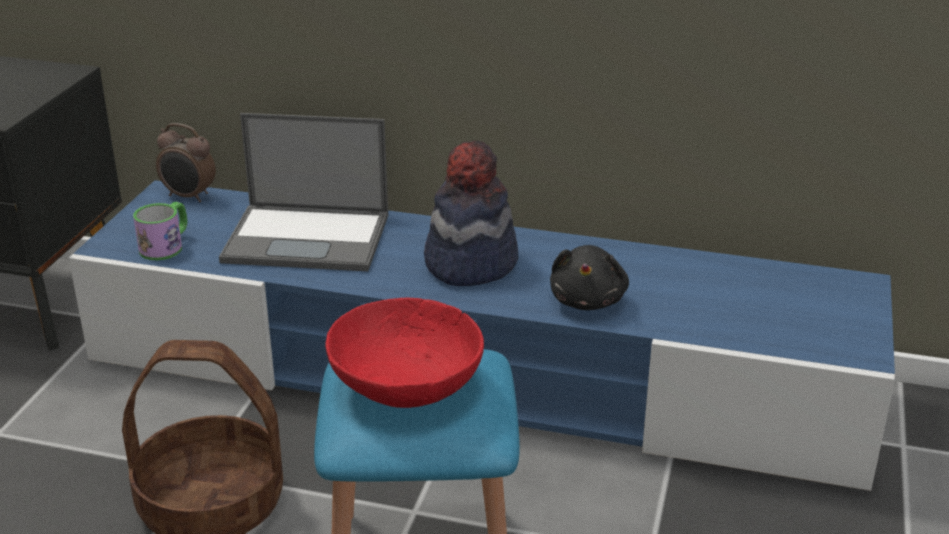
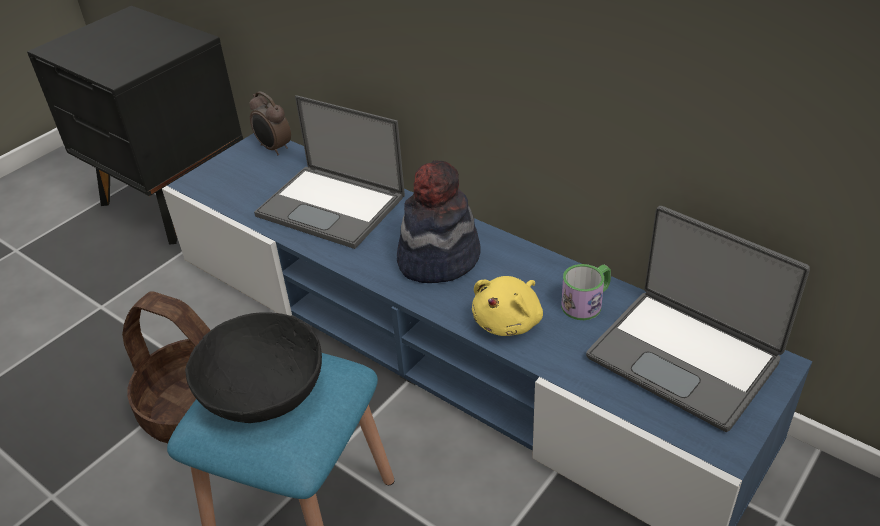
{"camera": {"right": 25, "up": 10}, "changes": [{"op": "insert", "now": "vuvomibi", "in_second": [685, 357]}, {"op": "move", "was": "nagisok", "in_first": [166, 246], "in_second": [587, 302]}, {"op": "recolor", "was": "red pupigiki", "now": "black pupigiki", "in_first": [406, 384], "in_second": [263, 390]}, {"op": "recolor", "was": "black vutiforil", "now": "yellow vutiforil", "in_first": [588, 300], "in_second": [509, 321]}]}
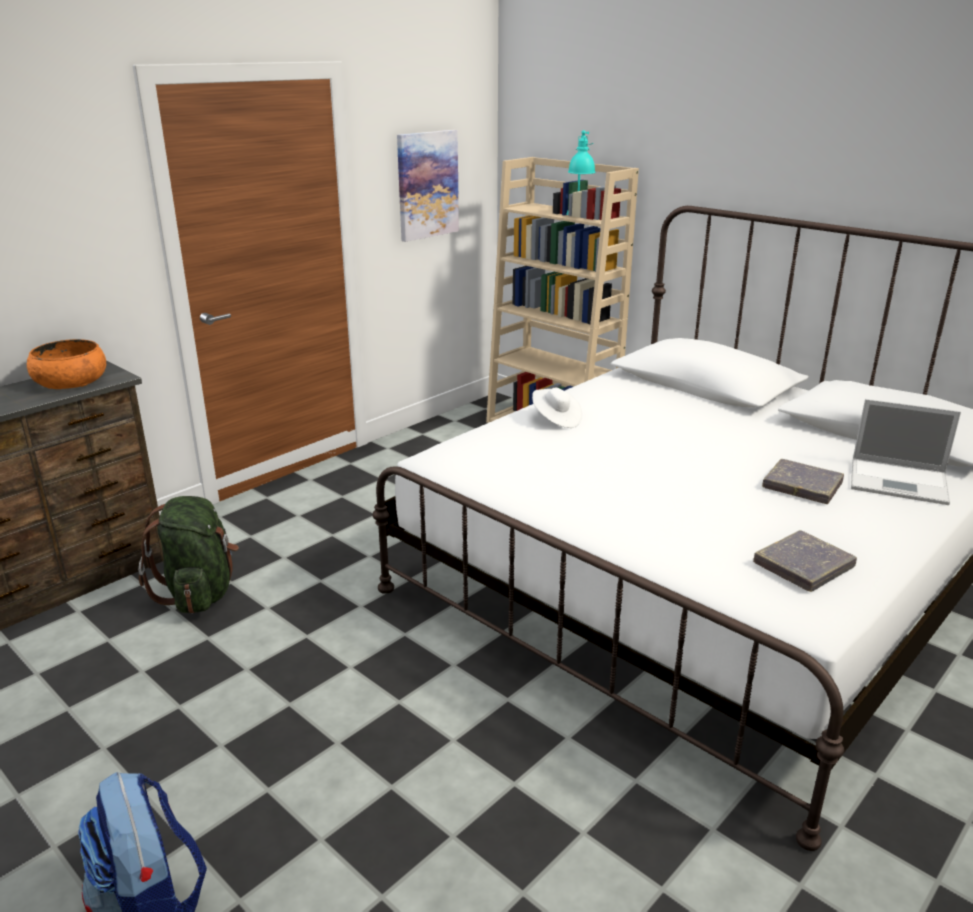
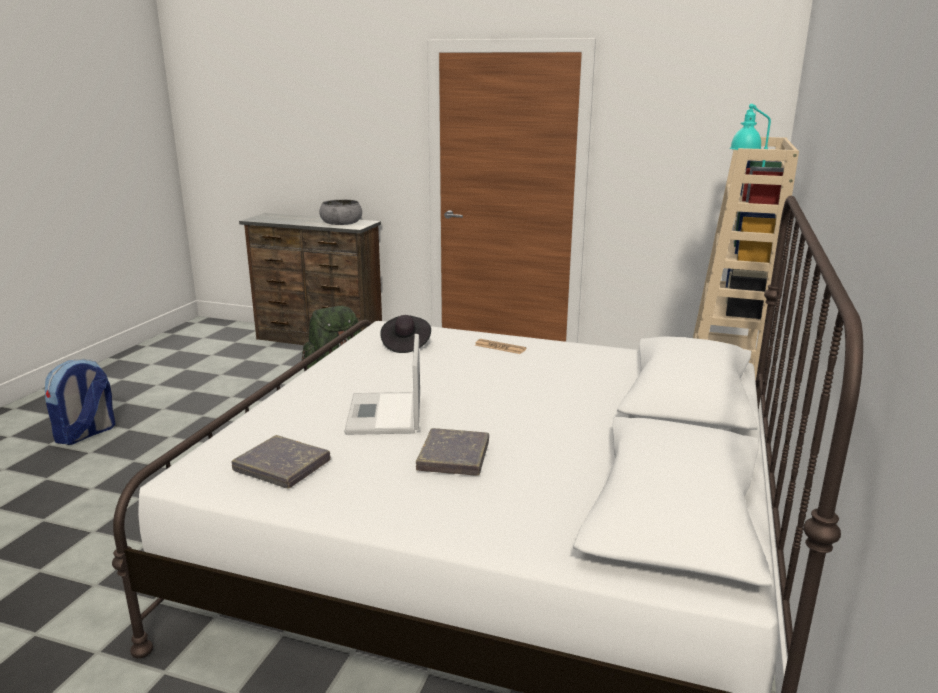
{"camera": {"right": 65, "up": -5}, "changes": [{"op": "delete", "was": "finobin", "in_first": [427, 185]}, {"op": "insert", "now": "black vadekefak", "in_second": [405, 345]}, {"op": "move", "was": "vuvomibi", "in_first": [900, 482], "in_second": [385, 415]}, {"op": "replace", "was": "white vadekefak", "now": "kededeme", "in_first": [556, 420], "in_second": [500, 347]}, {"op": "recolor", "was": "orange pupigiki", "now": "grey pupigiki", "in_first": [71, 381], "in_second": [341, 223]}]}
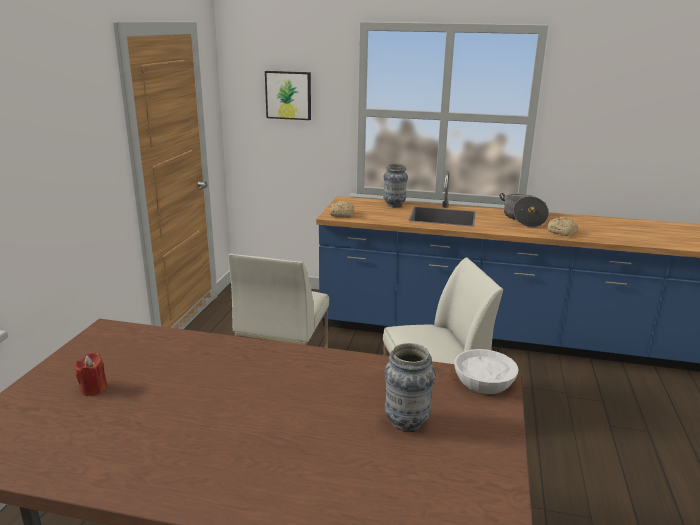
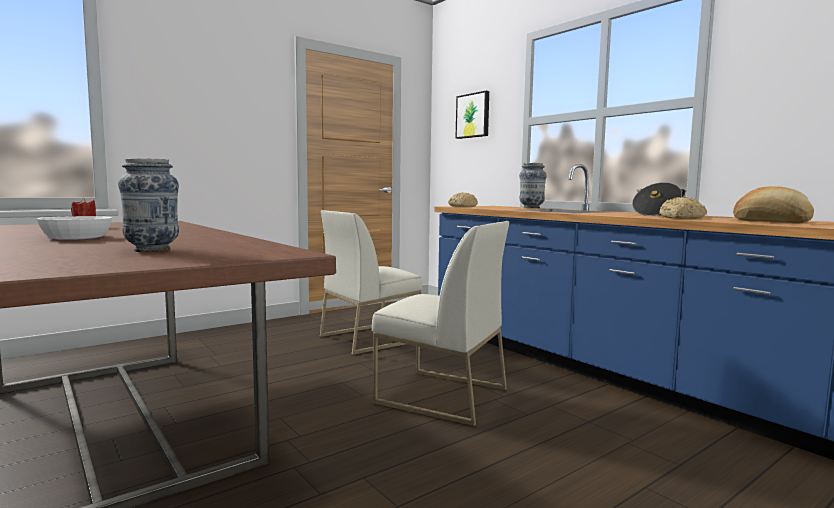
{"camera": {"right": 40, "up": -15}, "changes": [{"op": "insert", "now": "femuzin", "in_second": [771, 222]}, {"op": "move", "was": "white pupigiki", "in_first": [483, 382], "in_second": [76, 237]}]}
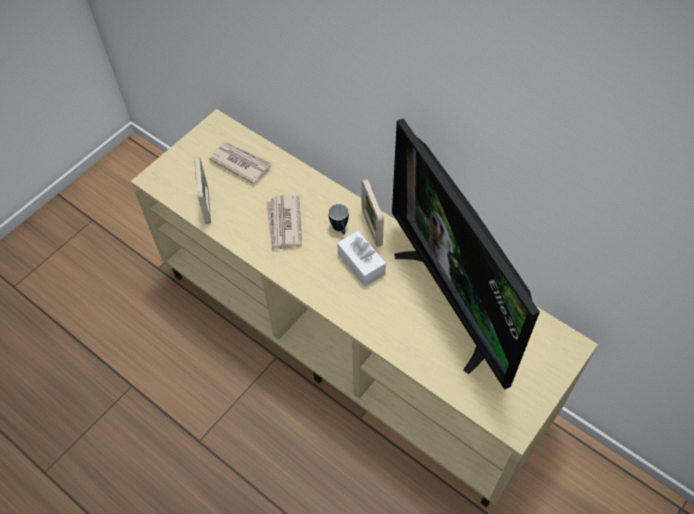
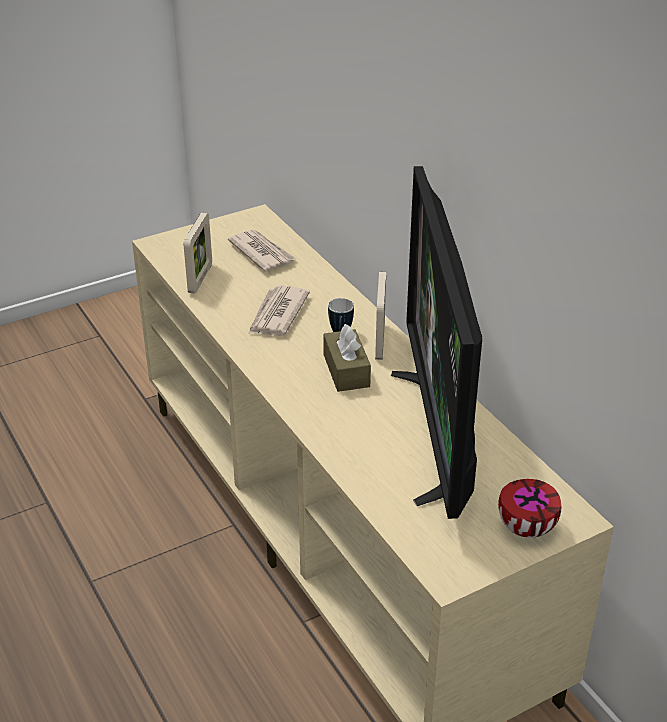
{"camera": {"right": 20, "up": -20}, "changes": [{"op": "insert", "now": "pupigiki", "in_second": [524, 526]}, {"op": "recolor", "was": "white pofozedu", "now": "brown pofozedu", "in_first": [361, 264], "in_second": [346, 371]}]}
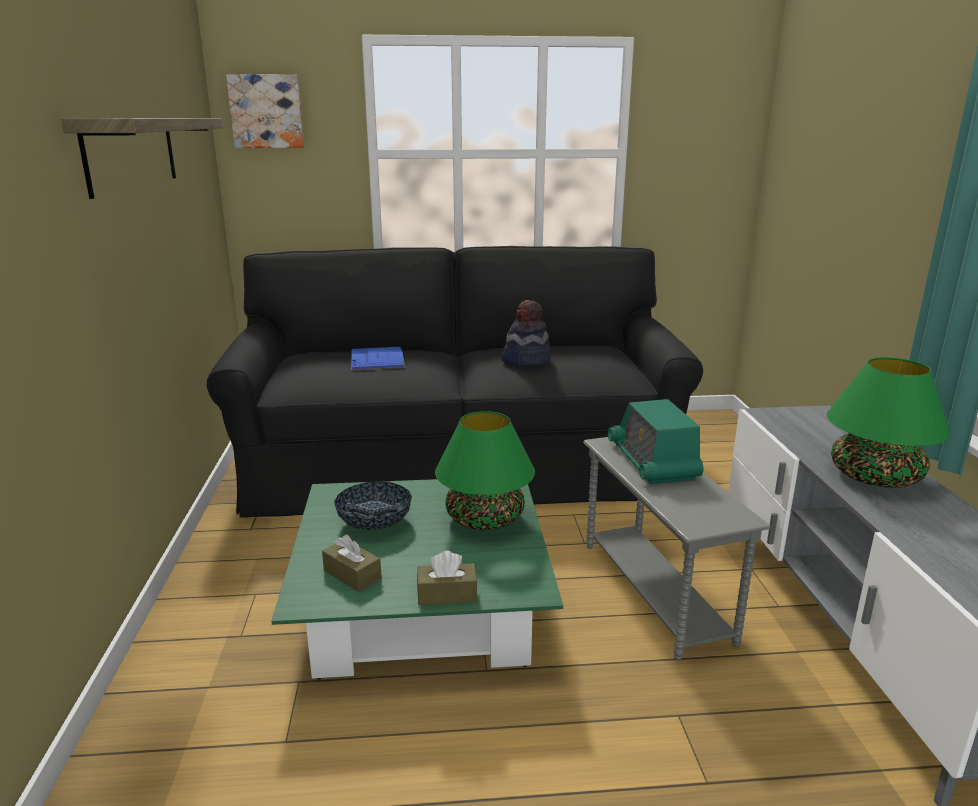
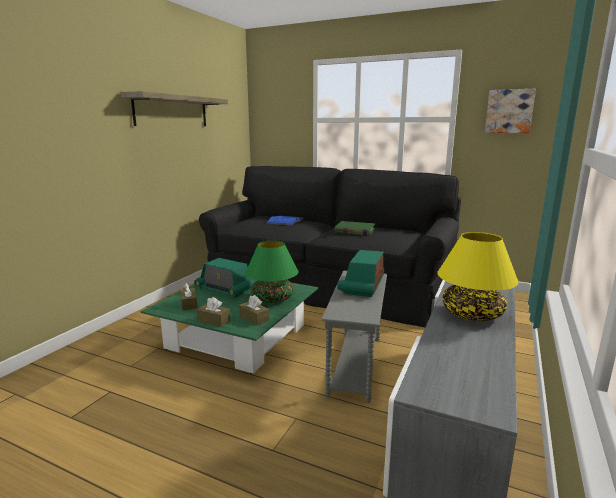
{"camera": {"right": 30, "up": -5}, "changes": [{"op": "insert", "now": "brown pofozedu", "in_second": [254, 318]}, {"op": "move", "was": "finobin", "in_first": [266, 111], "in_second": [509, 111]}, {"op": "replace", "was": "pupigiki", "now": "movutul", "in_first": [374, 523], "in_second": [224, 289]}, {"op": "replace", "was": "vadekefak", "now": "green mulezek", "in_first": [526, 361], "in_second": [354, 230]}, {"op": "recolor", "was": "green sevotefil", "now": "yellow sevotefil", "in_first": [874, 476], "in_second": [472, 314]}]}
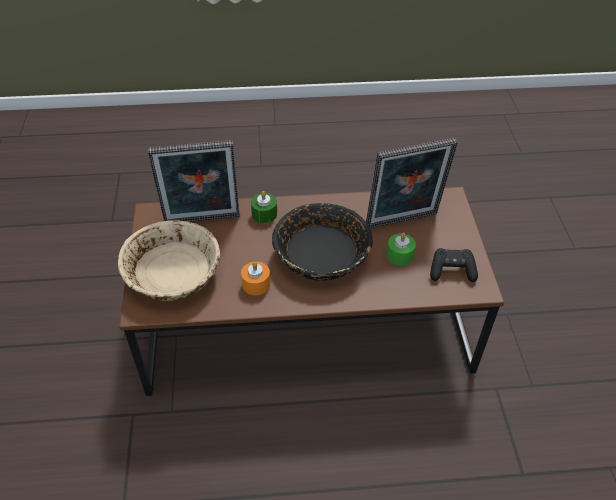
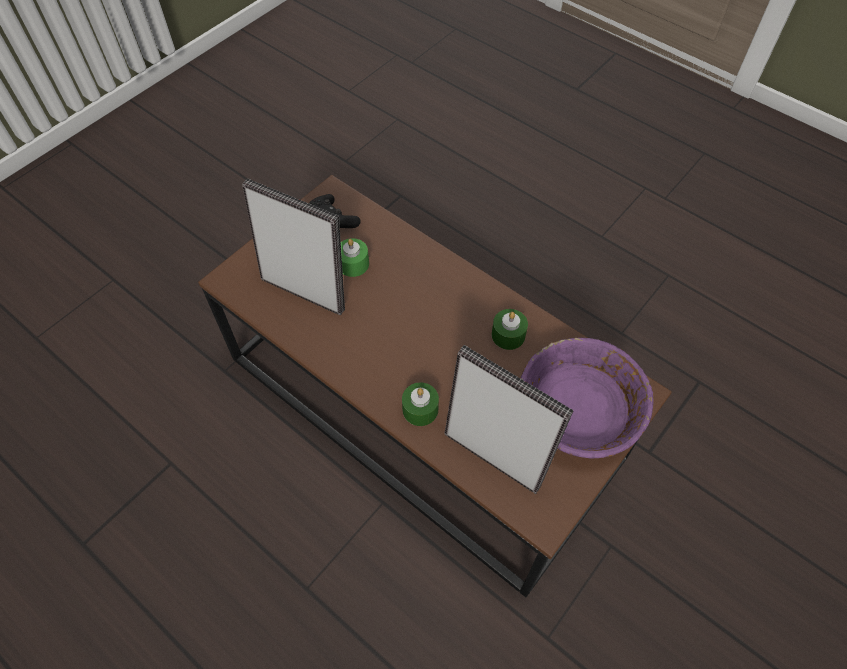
{"camera": {"right": -135, "up": 10}, "changes": [{"op": "delete", "was": "black pupigiki", "in_first": [321, 255]}, {"op": "recolor", "was": "beige pupigiki", "now": "purple pupigiki", "in_first": [173, 274], "in_second": [578, 409]}, {"op": "recolor", "was": "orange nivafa", "now": "green nivafa", "in_first": [256, 284], "in_second": [508, 335]}]}
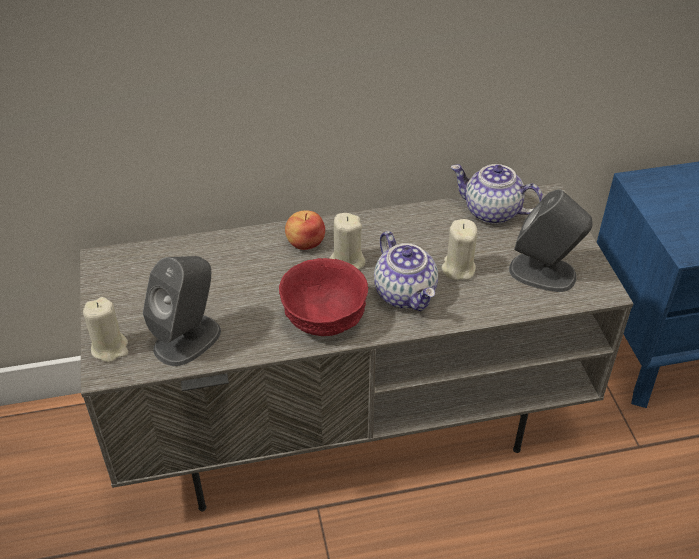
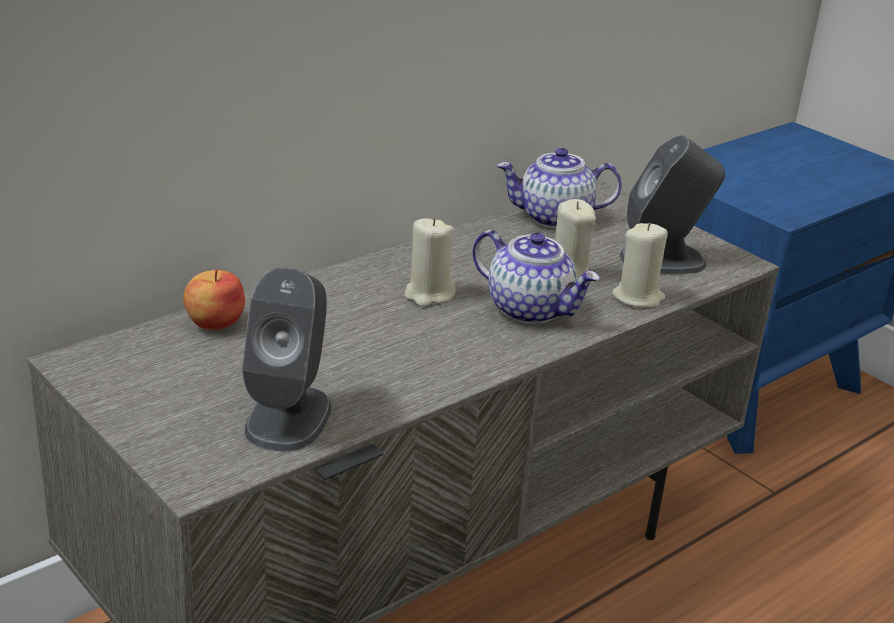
{"camera": {"right": -30, "up": -15}, "changes": [{"op": "delete", "was": "red pupigiki", "in_first": [325, 317]}, {"op": "move", "was": "beige nivafa", "in_first": [110, 348], "in_second": [638, 297]}, {"op": "move", "was": "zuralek", "in_first": [305, 242], "in_second": [214, 322]}]}
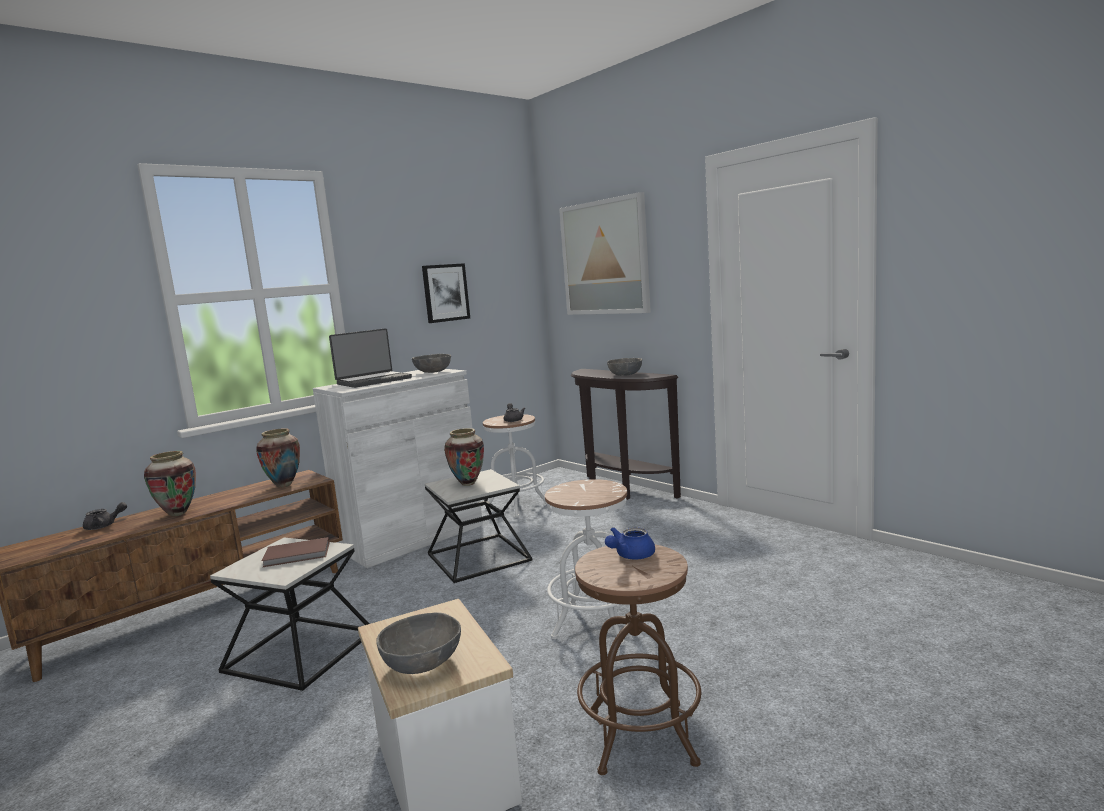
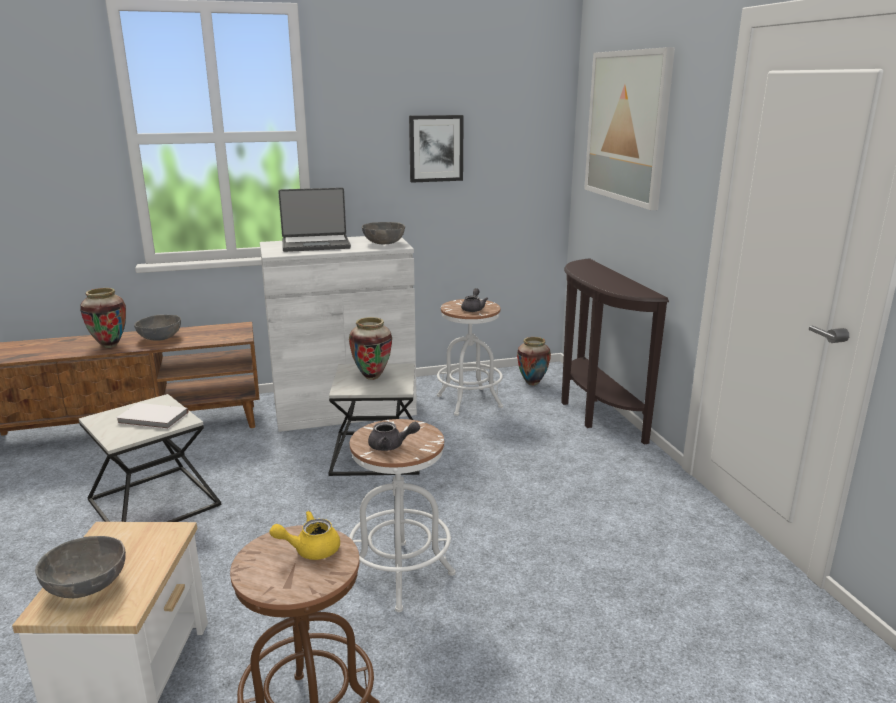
{"camera": {"right": 25, "up": 10}, "changes": [{"op": "move", "was": "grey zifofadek", "in_first": [104, 526], "in_second": [391, 446]}, {"op": "move", "was": "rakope", "in_first": [284, 485], "in_second": [532, 383]}, {"op": "move", "was": "grey pupigiki", "in_first": [625, 374], "in_second": [160, 337]}, {"op": "recolor", "was": "brown mulezek", "now": "white mulezek", "in_first": [298, 555], "in_second": [153, 419]}, {"op": "recolor", "was": "blue zifofadek", "now": "yellow zifofadek", "in_first": [630, 556], "in_second": [310, 549]}]}
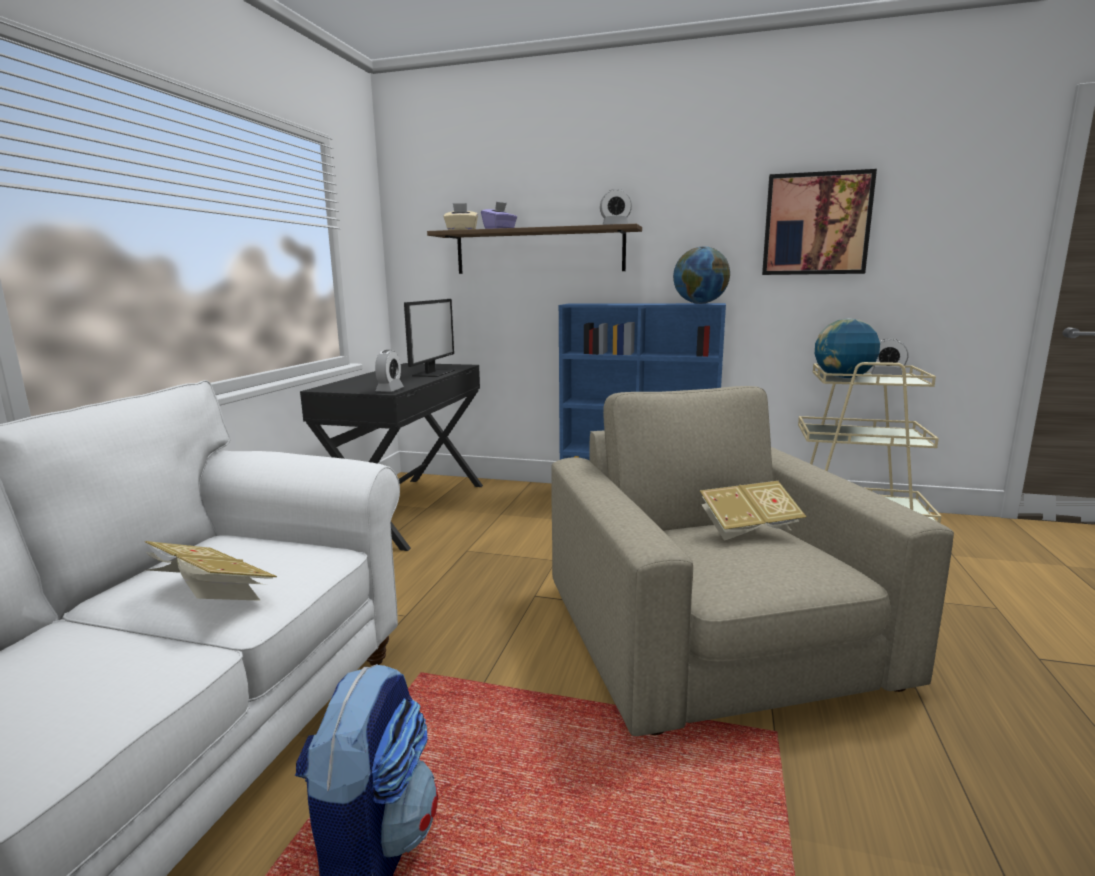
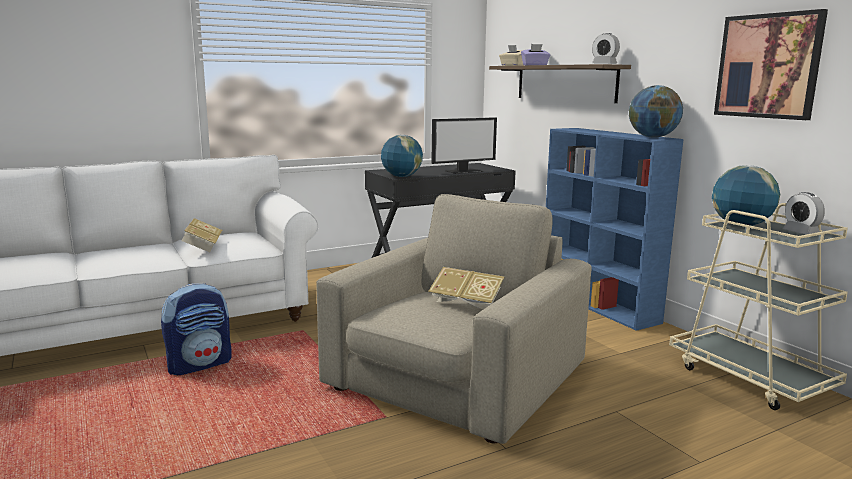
{"camera": {"right": 45, "up": 0}, "changes": [{"op": "replace", "was": "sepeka", "now": "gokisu", "in_first": [390, 390], "in_second": [401, 176]}]}
